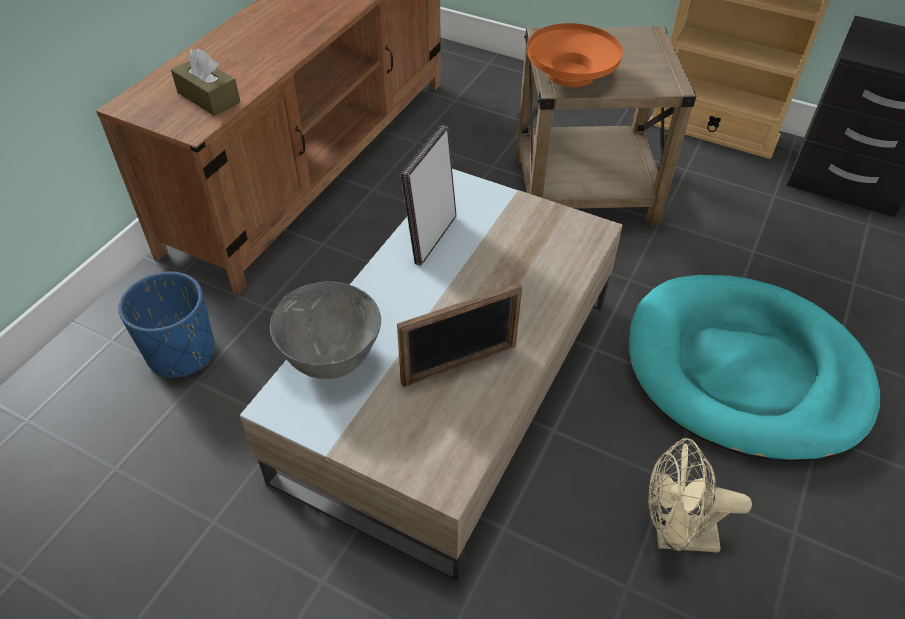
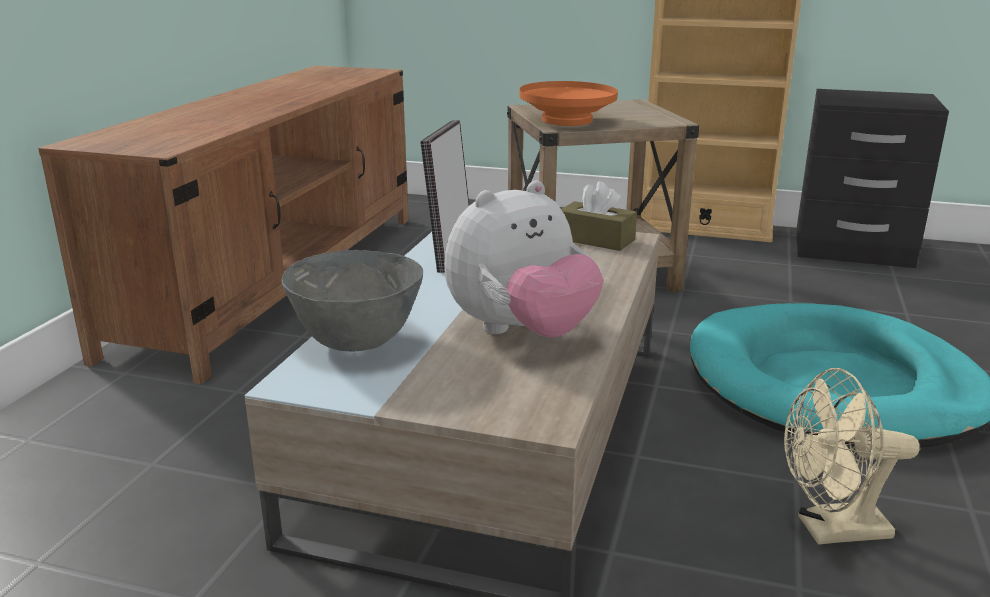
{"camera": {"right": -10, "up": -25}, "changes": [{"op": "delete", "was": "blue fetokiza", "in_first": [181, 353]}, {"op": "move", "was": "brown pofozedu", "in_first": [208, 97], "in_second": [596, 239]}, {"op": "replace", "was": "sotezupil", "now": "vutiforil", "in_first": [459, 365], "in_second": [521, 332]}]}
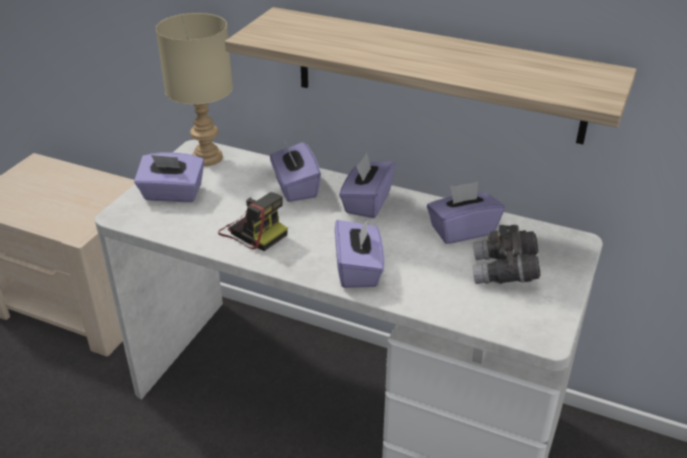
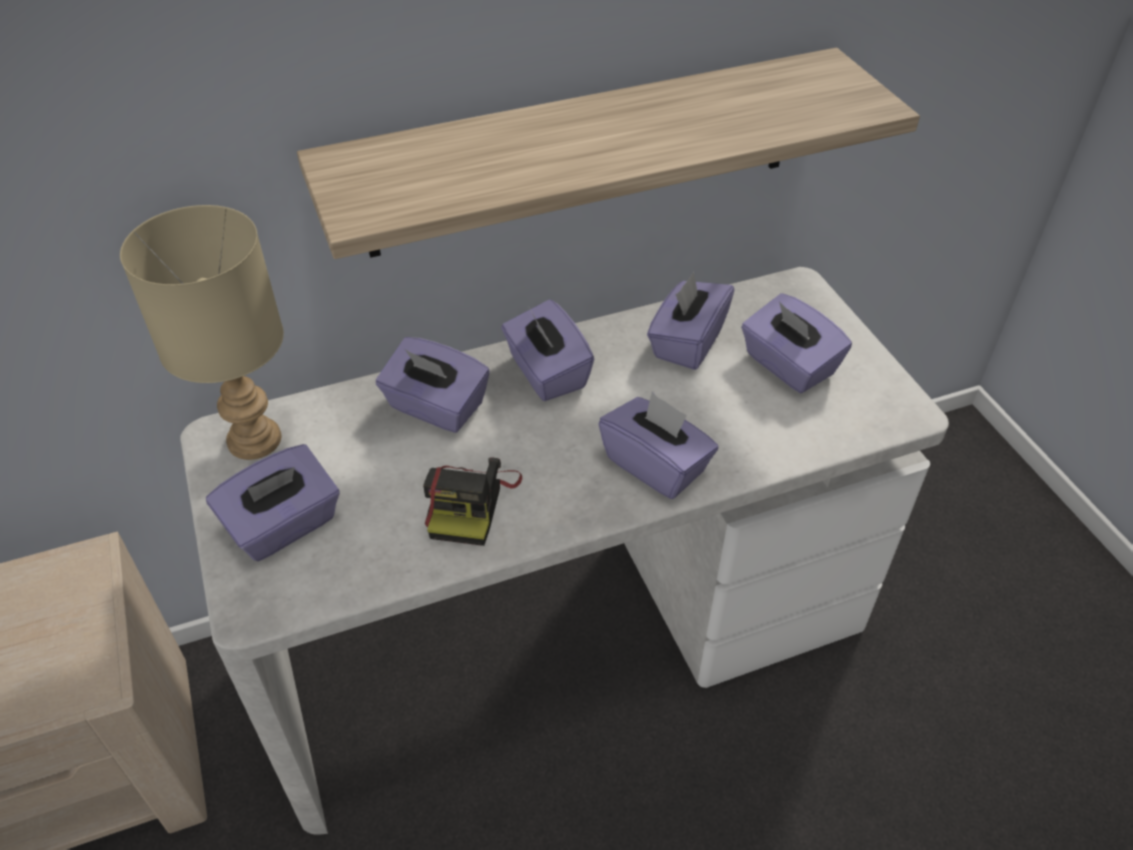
{"camera": {"right": -45, "up": 10}, "changes": [{"op": "replace", "was": "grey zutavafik", "now": "purple pofozedu", "in_first": [504, 273], "in_second": [788, 366]}, {"op": "rotate", "was": "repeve", "in_first": [253, 231], "in_second": [471, 503], "clockwise": 105}]}
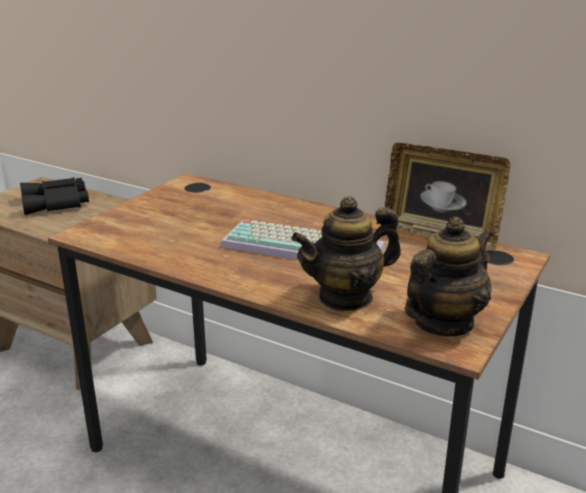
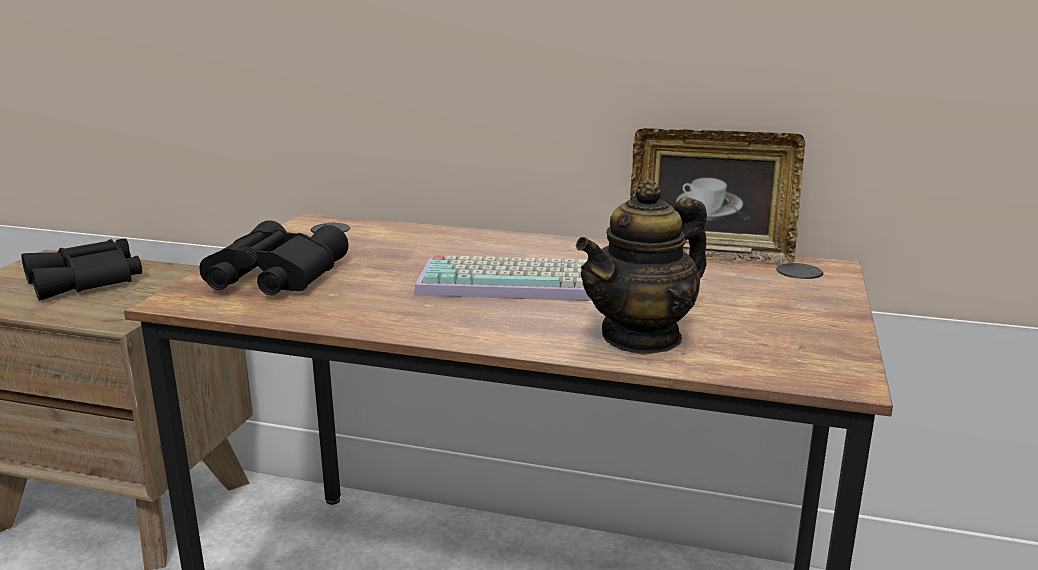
{"camera": {"right": -15, "up": -5}, "changes": [{"op": "delete", "was": "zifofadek", "in_first": [443, 323]}, {"op": "insert", "now": "black zutavafik", "in_second": [271, 276]}]}
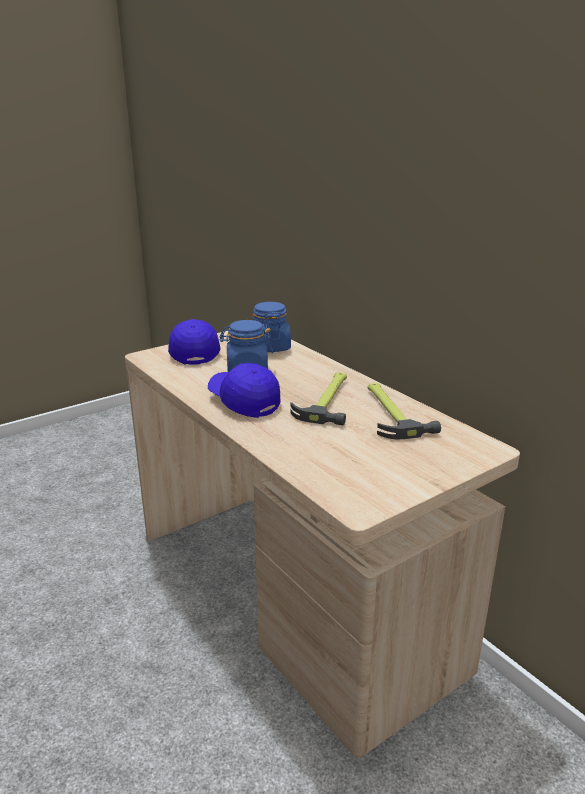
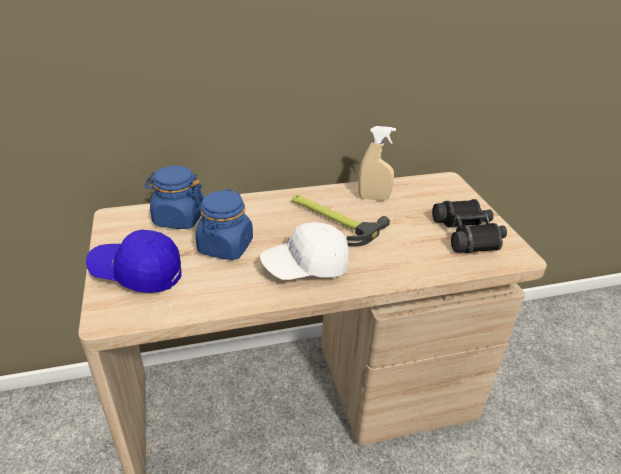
{"camera": {"right": -70, "up": 10}, "changes": [{"op": "insert", "now": "black zutavafik", "in_second": [468, 234]}, {"op": "replace", "was": "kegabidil", "now": "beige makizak", "in_first": [391, 412], "in_second": [373, 198]}, {"op": "recolor", "was": "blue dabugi", "now": "white dabugi", "in_first": [243, 401], "in_second": [305, 267]}]}
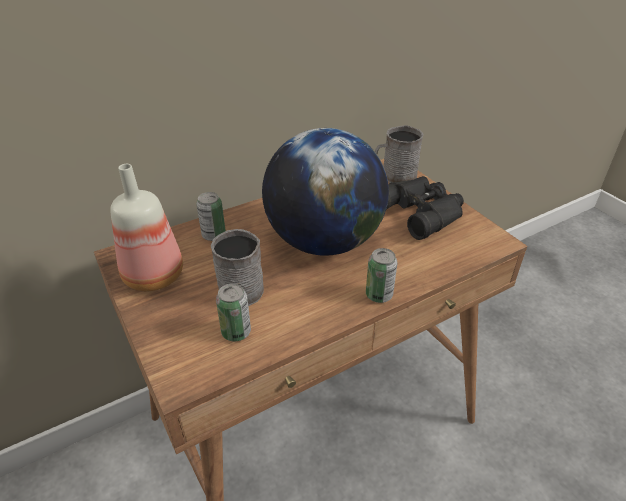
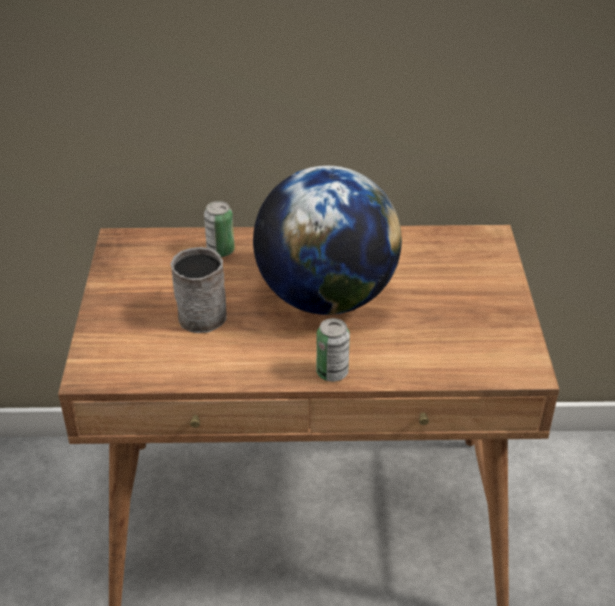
{"camera": {"right": 30, "up": 0}, "changes": [{"op": "delete", "was": "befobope", "in_first": [156, 275]}, {"op": "delete", "was": "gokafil", "in_first": [236, 332]}, {"op": "delete", "was": "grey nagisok", "in_first": [394, 176]}, {"op": "delete", "was": "black zutavafik", "in_first": [422, 211]}]}
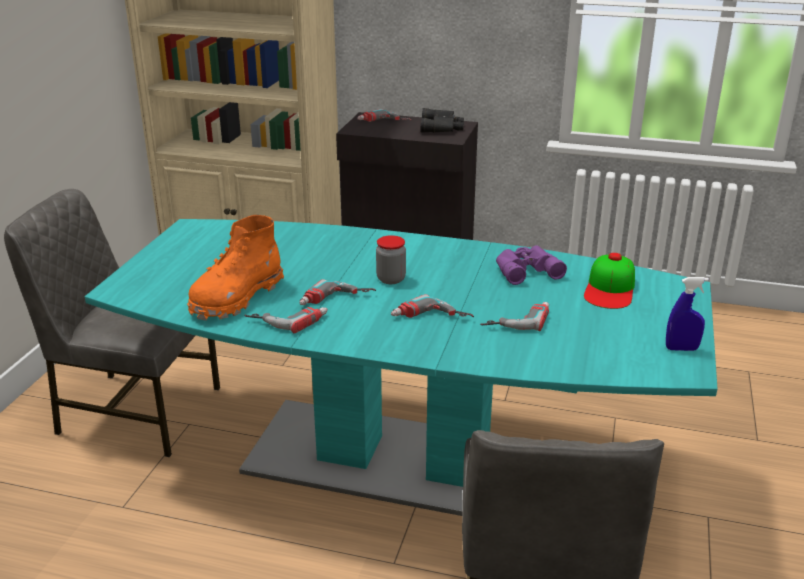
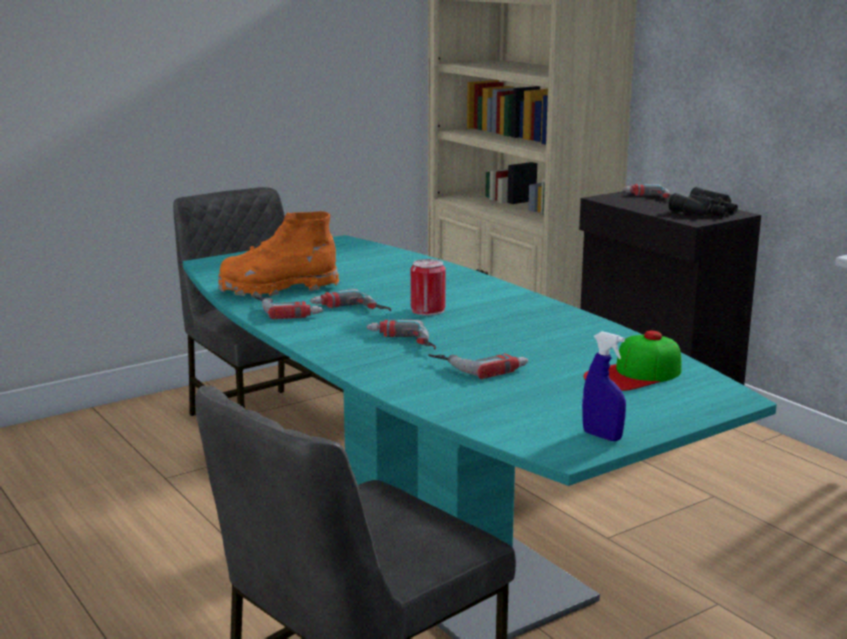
{"camera": {"right": 40, "up": -10}, "changes": [{"op": "delete", "was": "purple zutavafik", "in_first": [525, 270]}, {"op": "replace", "was": "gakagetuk", "now": "gokafil", "in_first": [391, 279], "in_second": [428, 310]}]}
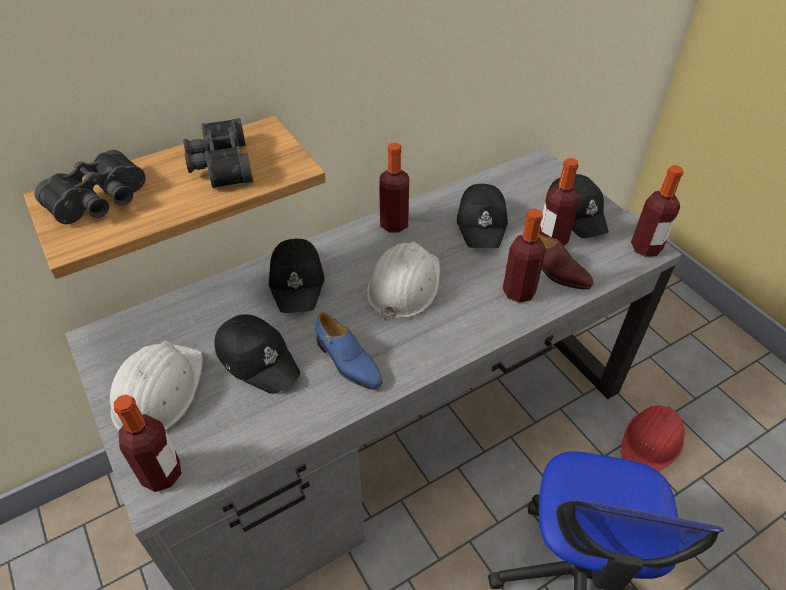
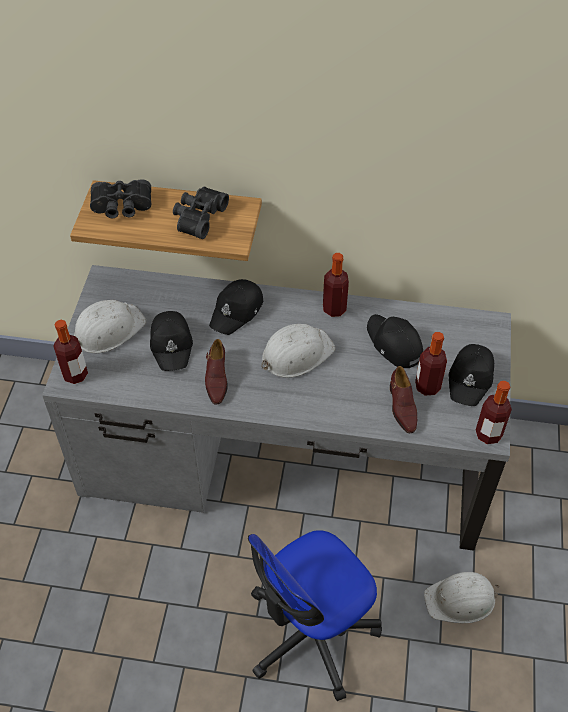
{"camera": {"right": 40, "up": 5}, "changes": [{"op": "delete", "was": "befobope", "in_first": [518, 292]}, {"op": "recolor", "was": "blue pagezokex", "now": "brown pagezokex", "in_first": [348, 362], "in_second": [216, 379]}, {"op": "recolor", "was": "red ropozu", "now": "white ropozu", "in_first": [652, 441], "in_second": [461, 600]}, {"op": "rotate", "was": "black dabugi", "in_first": [482, 223], "in_second": [394, 344], "clockwise": 105}]}
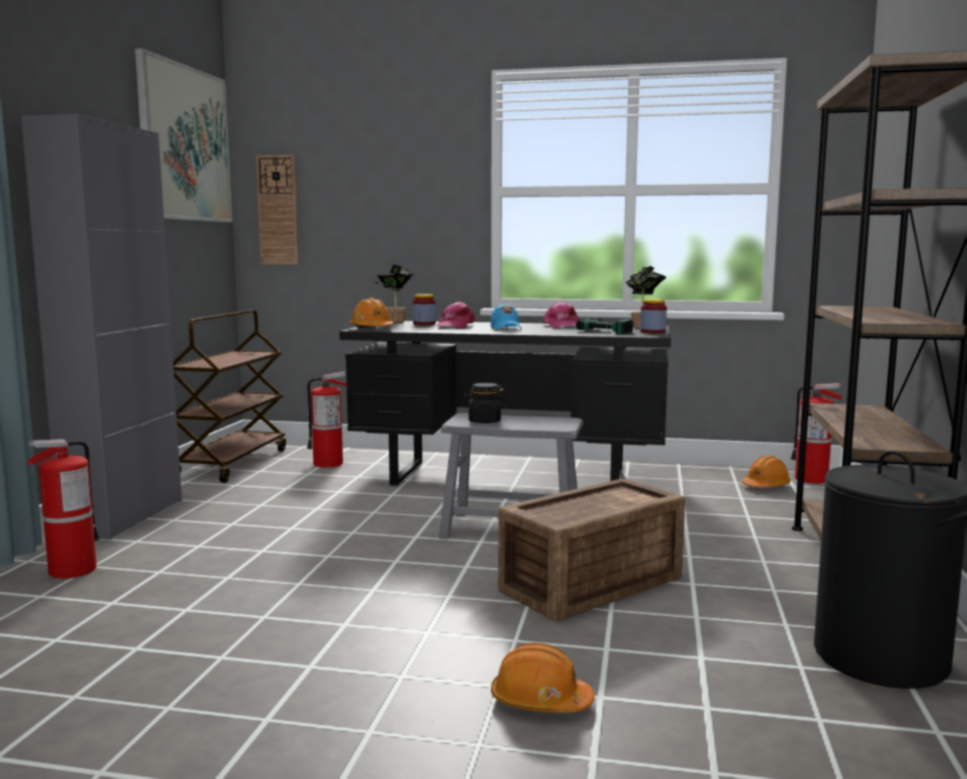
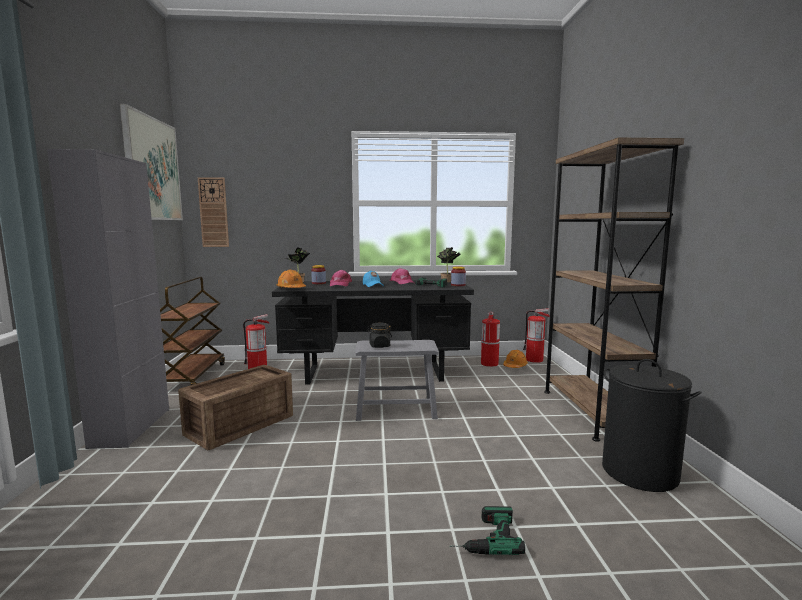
{"camera": {"right": -15, "up": 0}, "changes": [{"op": "move", "was": "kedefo", "in_first": [72, 570], "in_second": [489, 364]}, {"op": "move", "was": "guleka", "in_first": [587, 584], "in_second": [238, 425]}, {"op": "replace", "was": "orange ropozu", "now": "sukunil", "in_first": [540, 701], "in_second": [483, 537]}]}
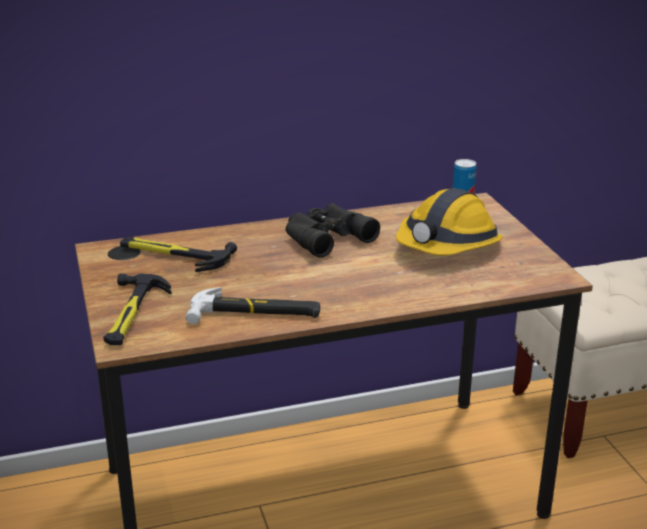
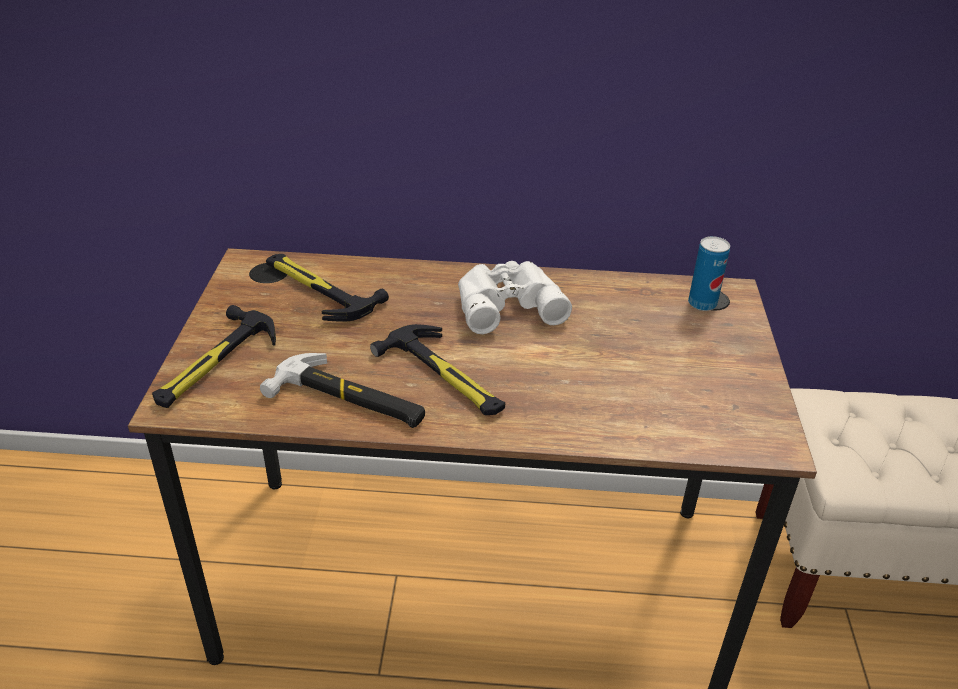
{"camera": {"right": 20, "up": 10}, "changes": [{"op": "delete", "was": "ropozu", "in_first": [447, 246]}, {"op": "insert", "now": "kegabidil", "in_second": [445, 375]}, {"op": "recolor", "was": "black zutavafik", "now": "white zutavafik", "in_first": [324, 236], "in_second": [506, 303]}]}
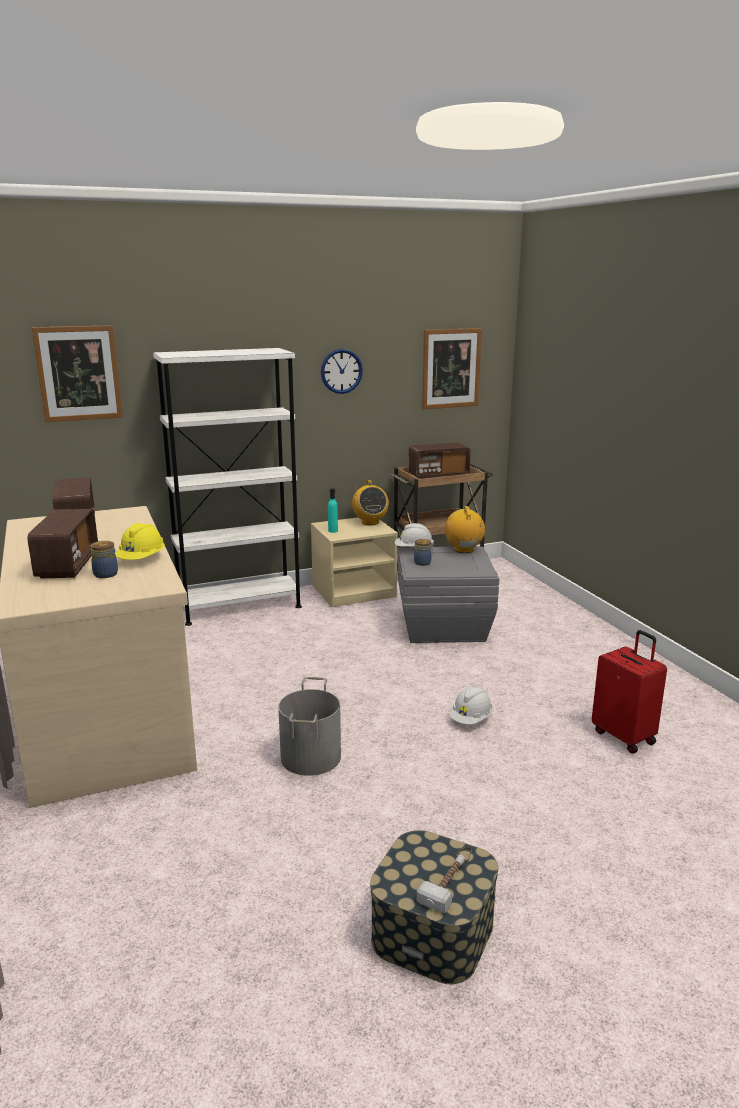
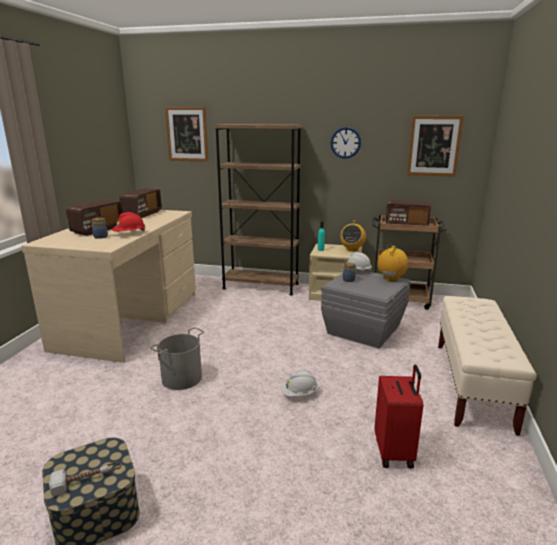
{"camera": {"right": 35, "up": 0}, "changes": [{"op": "insert", "now": "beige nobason", "in_second": [472, 385]}, {"op": "recolor", "was": "yellow ropozu", "now": "red ropozu", "in_first": [142, 560], "in_second": [129, 234]}, {"op": "recolor", "was": "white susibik", "now": "brown susibik", "in_first": [239, 606], "in_second": [261, 286]}]}
